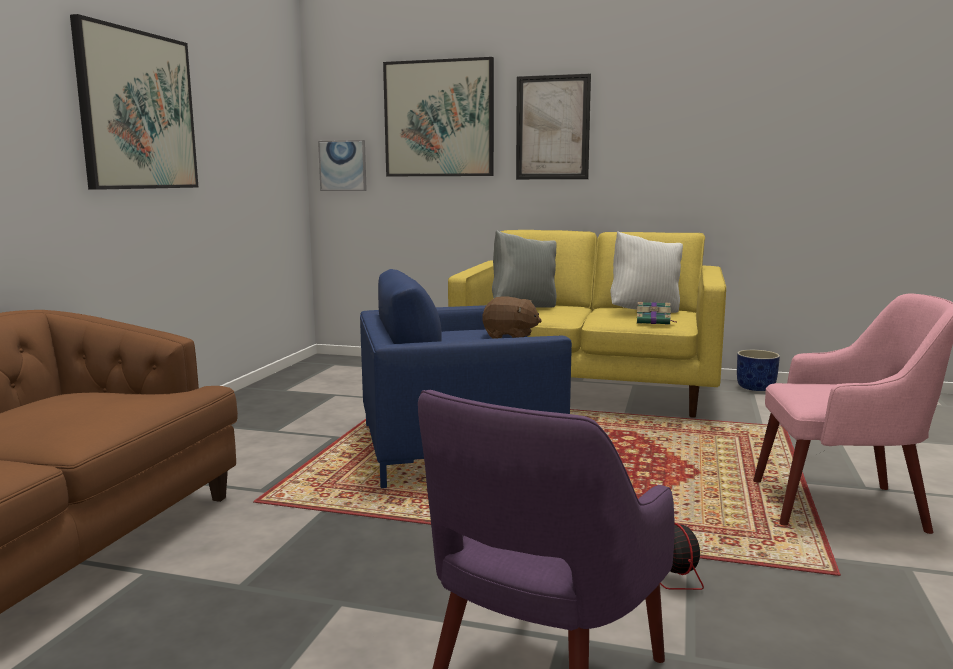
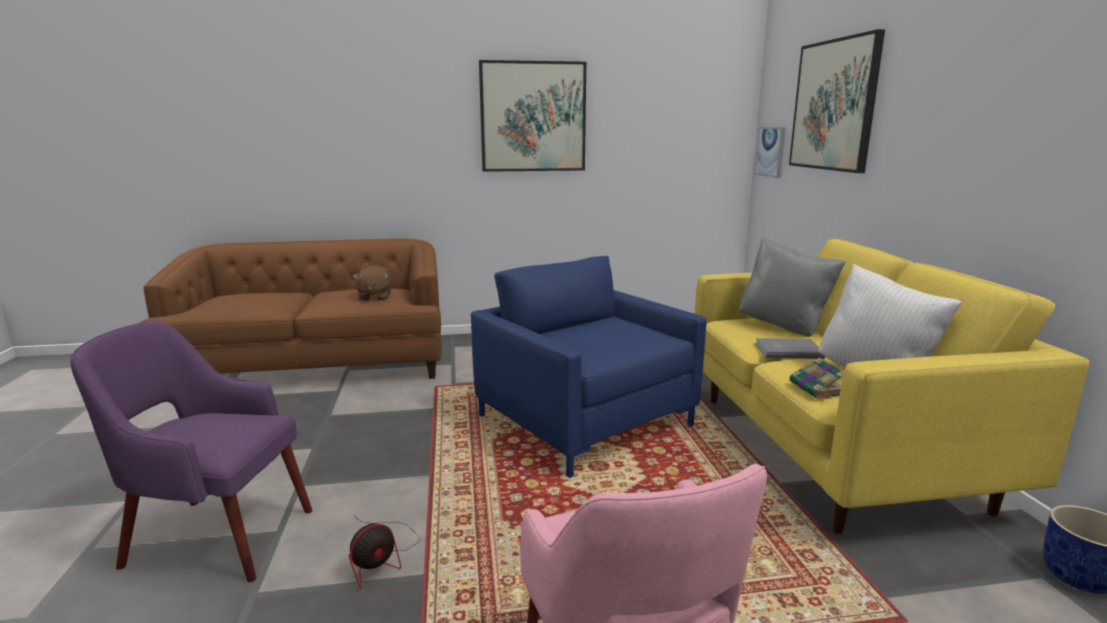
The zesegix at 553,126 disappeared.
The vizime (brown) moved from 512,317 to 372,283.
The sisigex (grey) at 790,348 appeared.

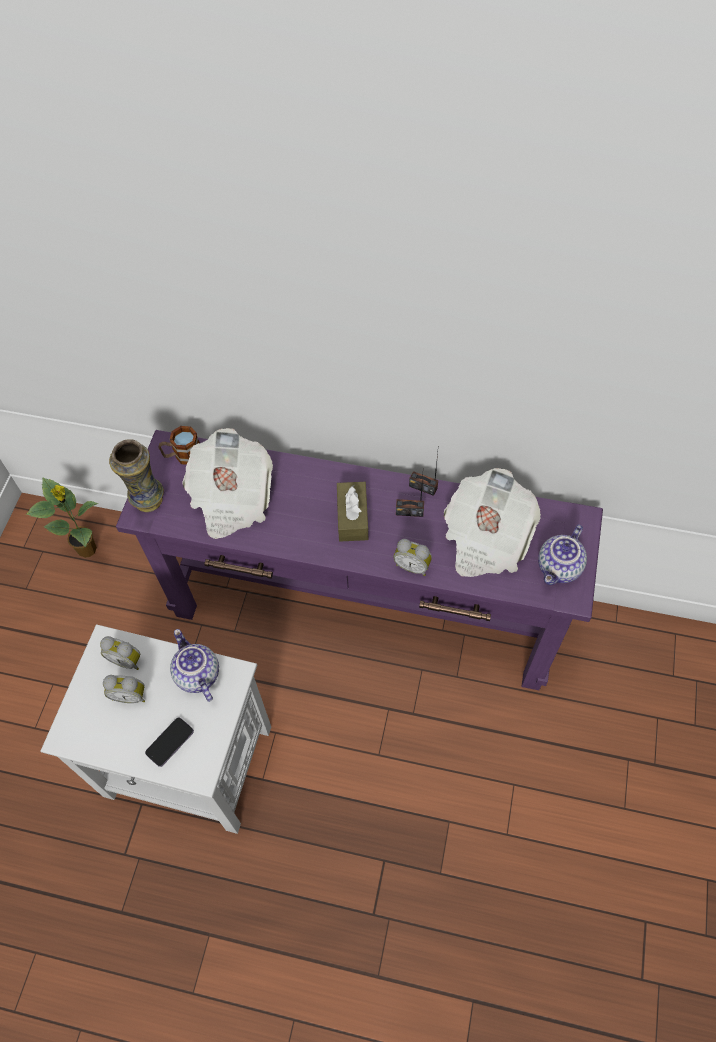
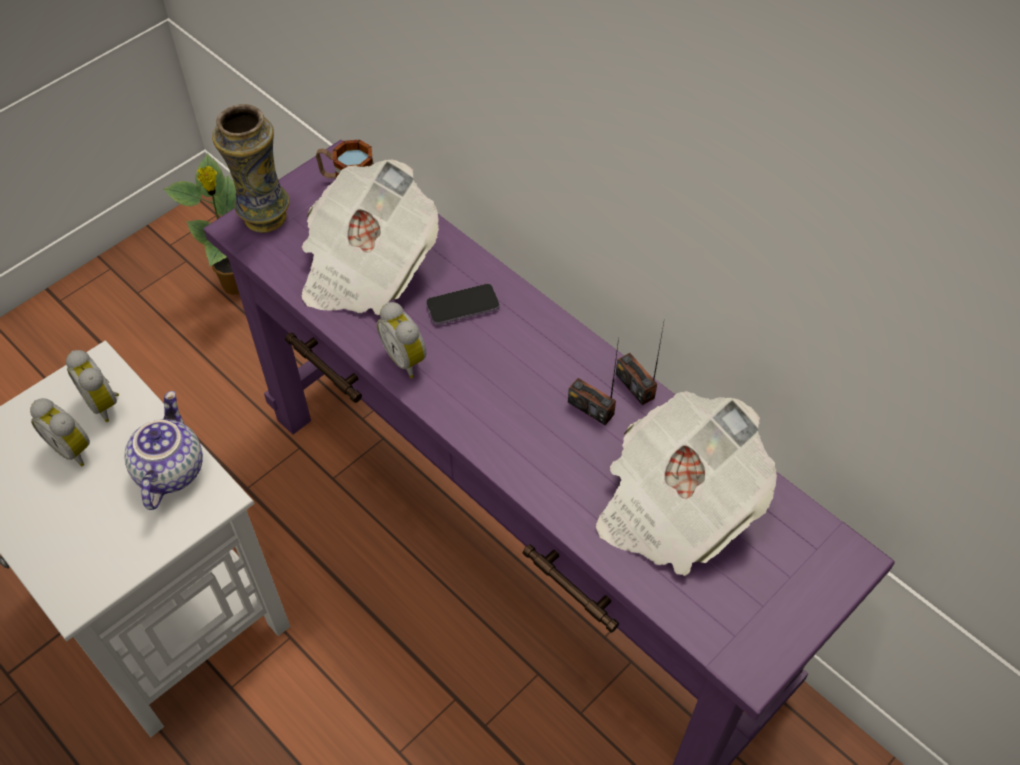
The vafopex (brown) at 352,511 disappeared.
The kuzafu at 562,555 disappeared.
The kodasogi moved from 412,557 to 401,340.
The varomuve moved from 169,742 to 463,304.

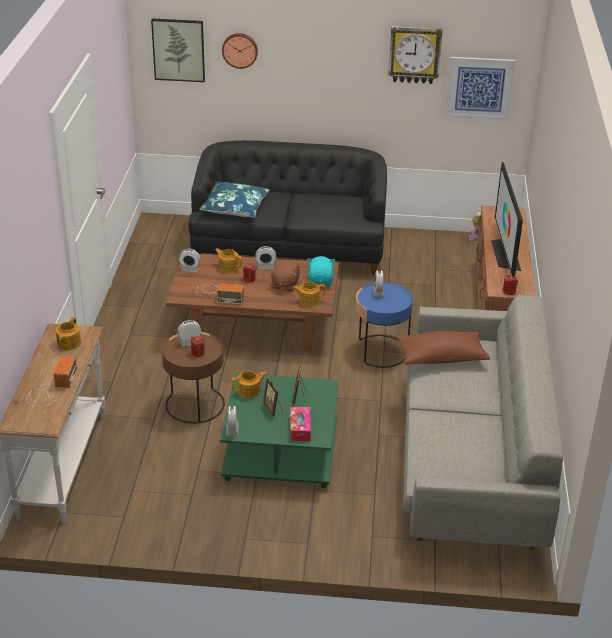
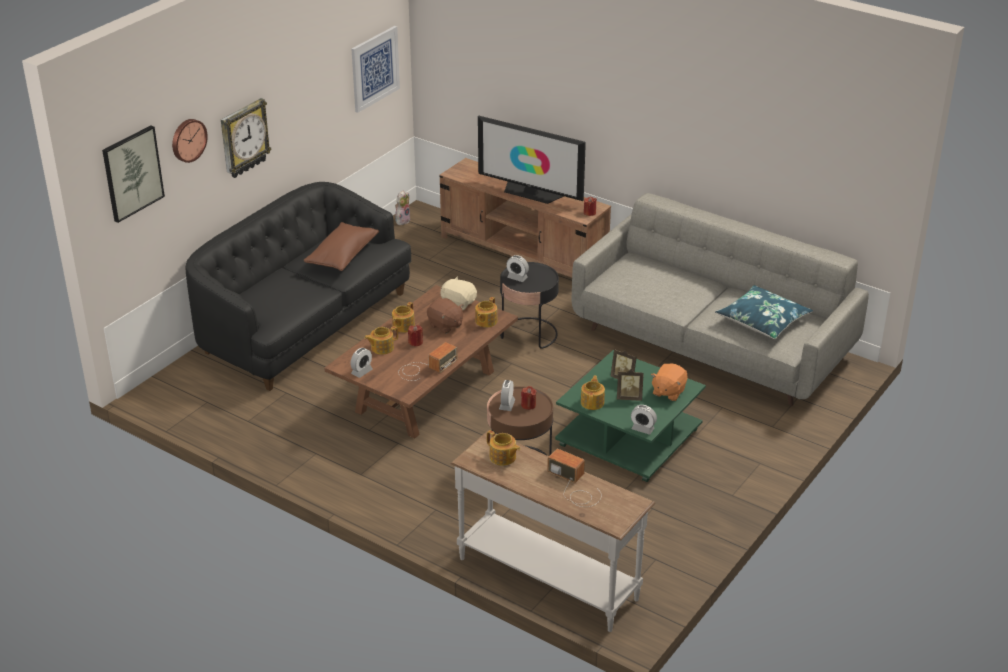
The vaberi moved from 415,55 to 246,138.
The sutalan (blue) moved from 234,200 to 764,312.
The kodasogi at 265,257 was replaced by the kuzafu at 403,317.
The vizime (turquoise) at 321,271 became the vizime (beige) at 459,293.
The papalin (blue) at 384,325 became the papalin (black) at 529,305.
The sutalan (brown) moved from 443,348 to 341,246.
The vafopex at 300,424 was replaced by the vizime (orange) at 669,382.

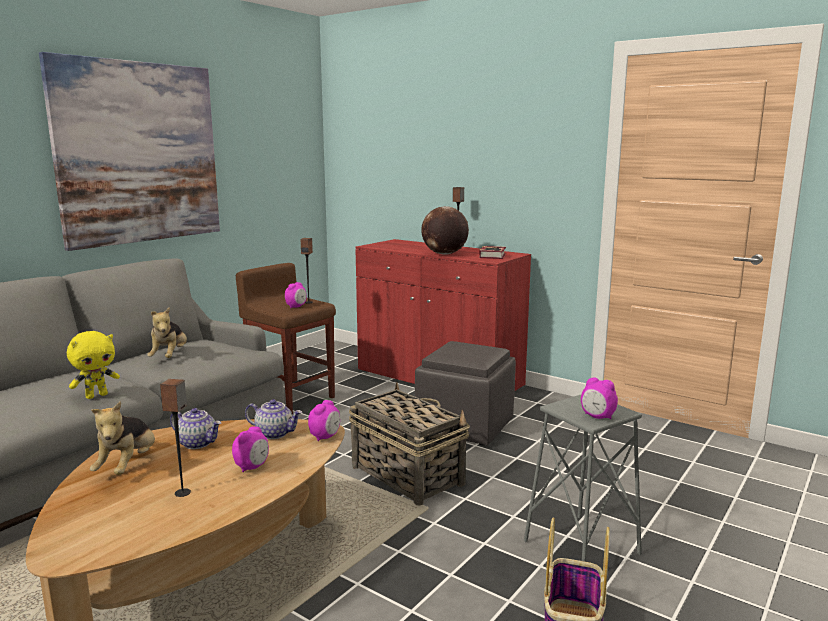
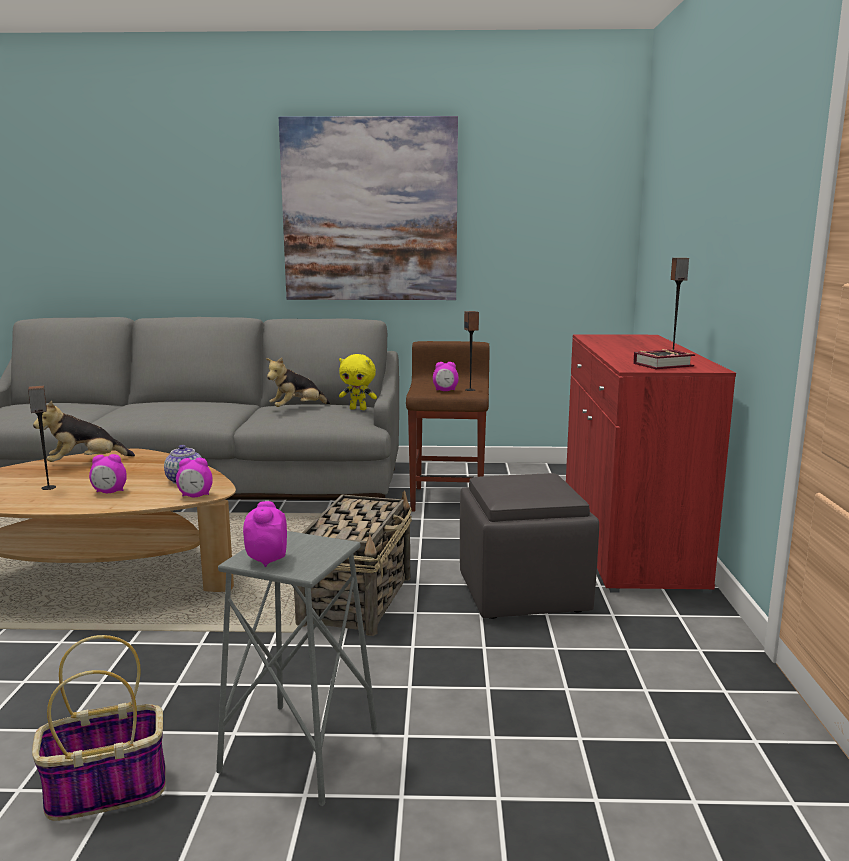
The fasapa at 445,230 disappeared.
The vizime (yellow) moved from 93,365 to 358,382.
The kuzafu at 195,428 disappeared.

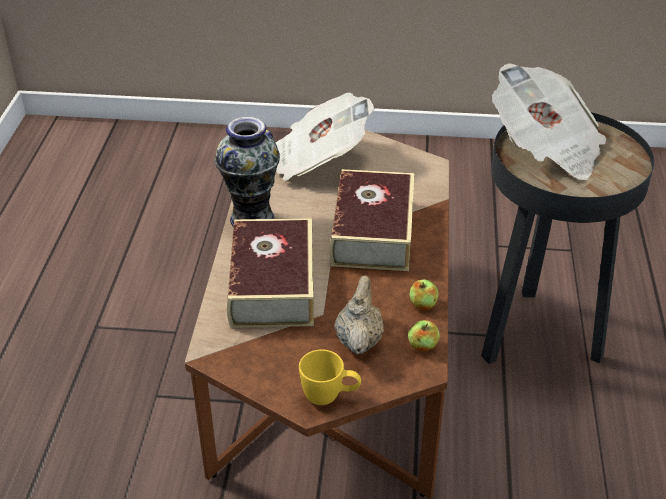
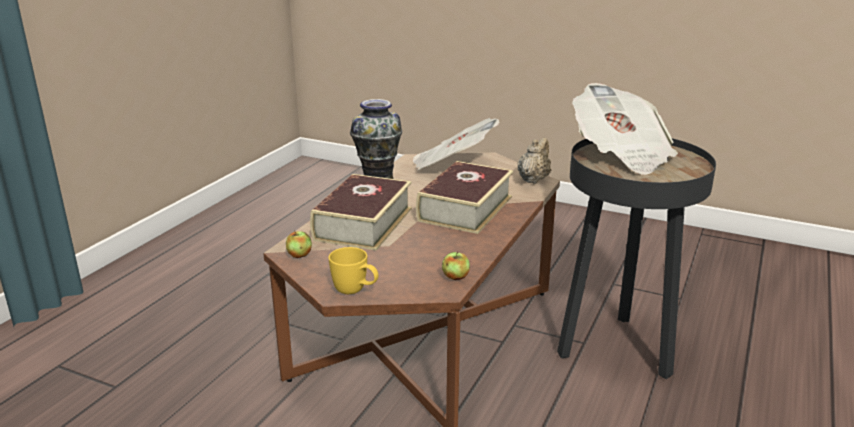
The kuzafu (beige) moved from 359,315 to 534,160.
The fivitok moved from 424,295 to 299,244.

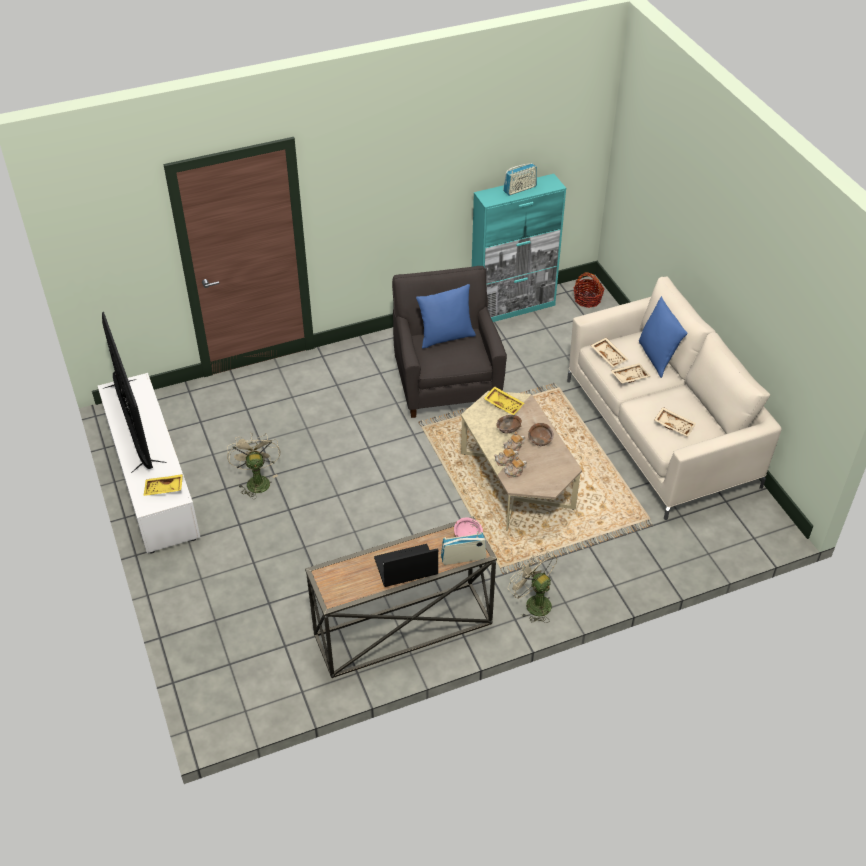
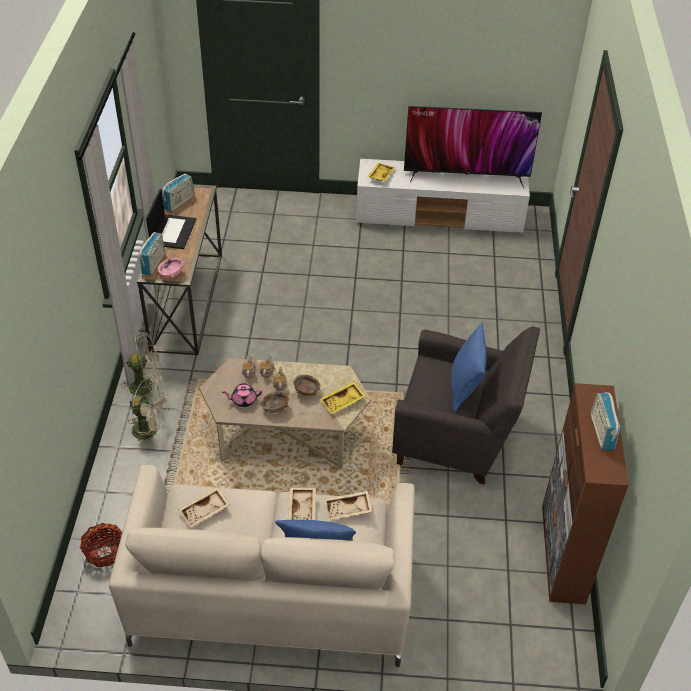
The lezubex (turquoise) at 519,248 became the lezubex (brown) at 585,493.
The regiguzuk moved from 589,290 to 101,545.
The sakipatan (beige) moved from 254,466 to 148,413.
The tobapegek at 178,193 appeared.
The kuzafu (pink) at 242,395 appeared.

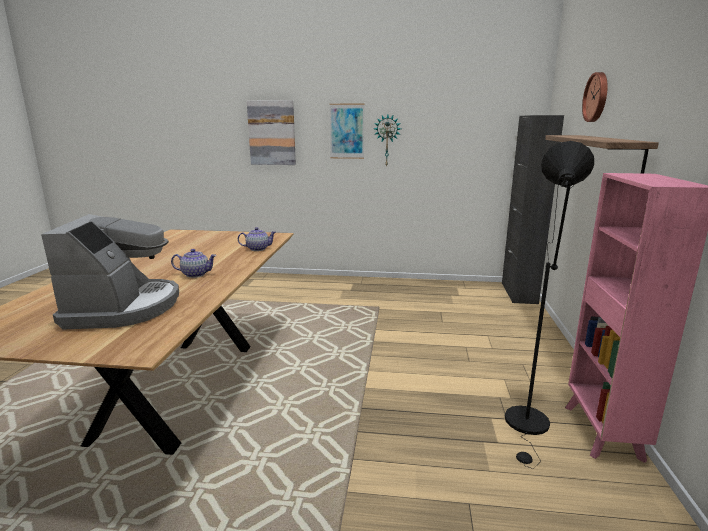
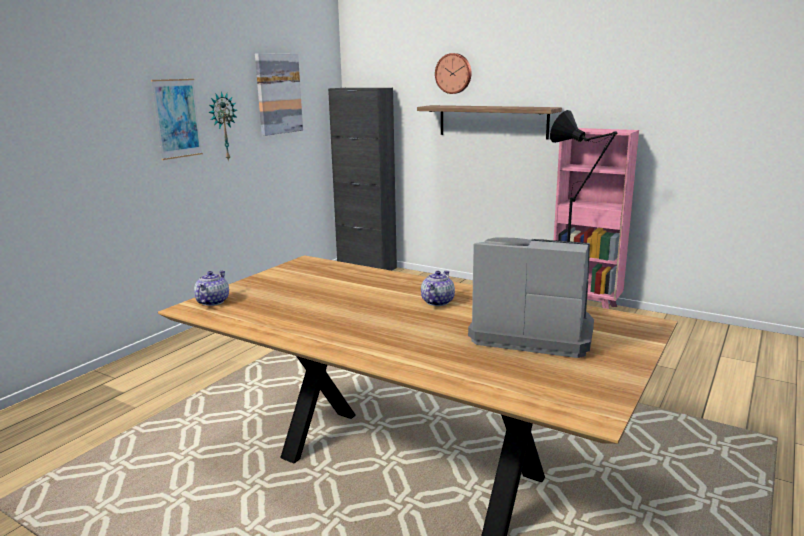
The zesegix moved from 271,132 to 279,94.
The kuzafu moved from 257,239 to 211,288.

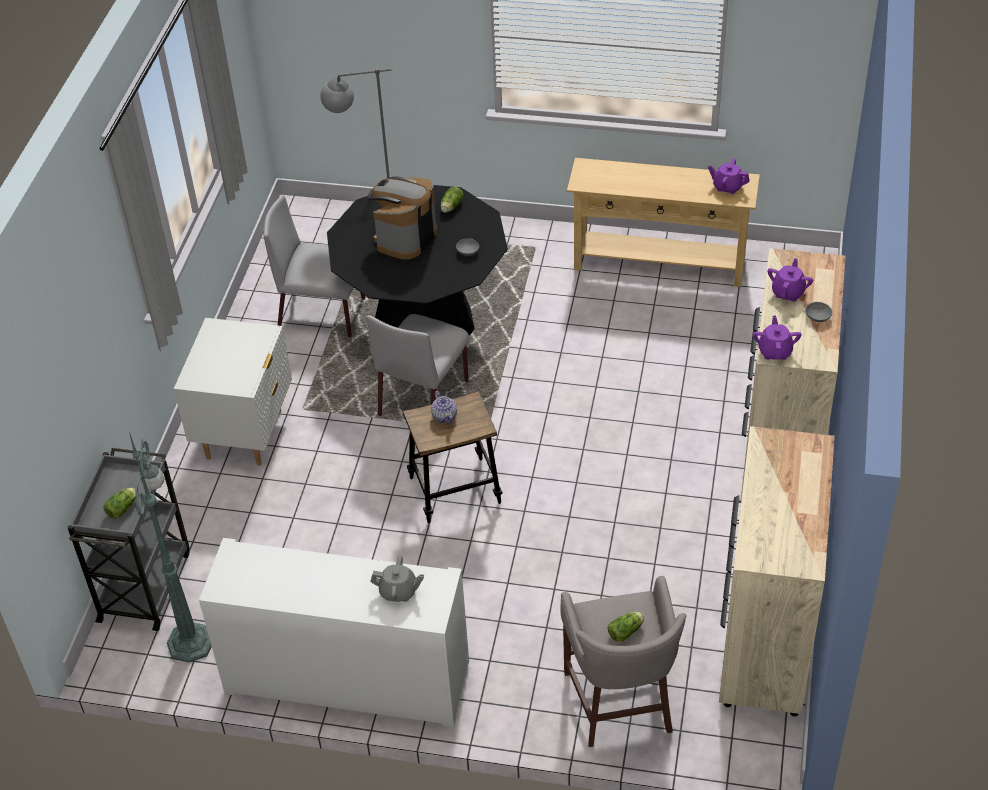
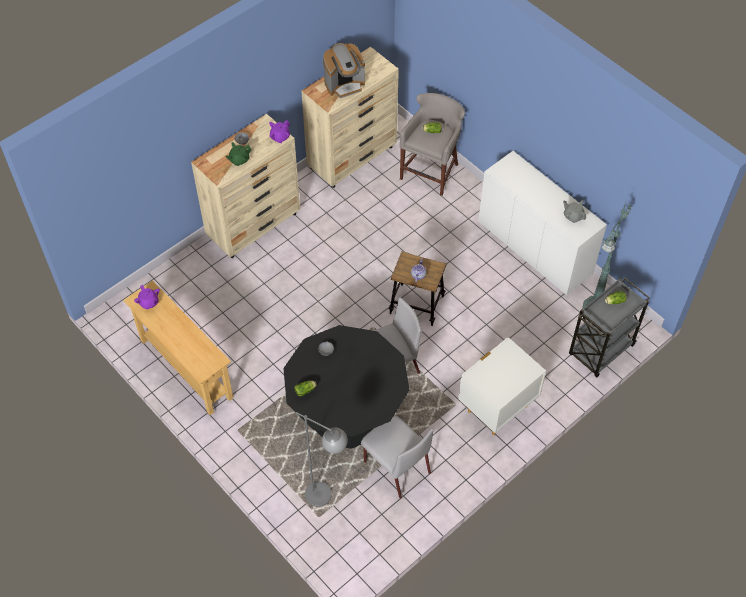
The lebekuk moved from 402,218 to 344,70.
The kuzafu (purple) at 790,280 became the kuzafu (green) at 238,154.
The kuzafu (grey) moved from 397,578 to 574,211.

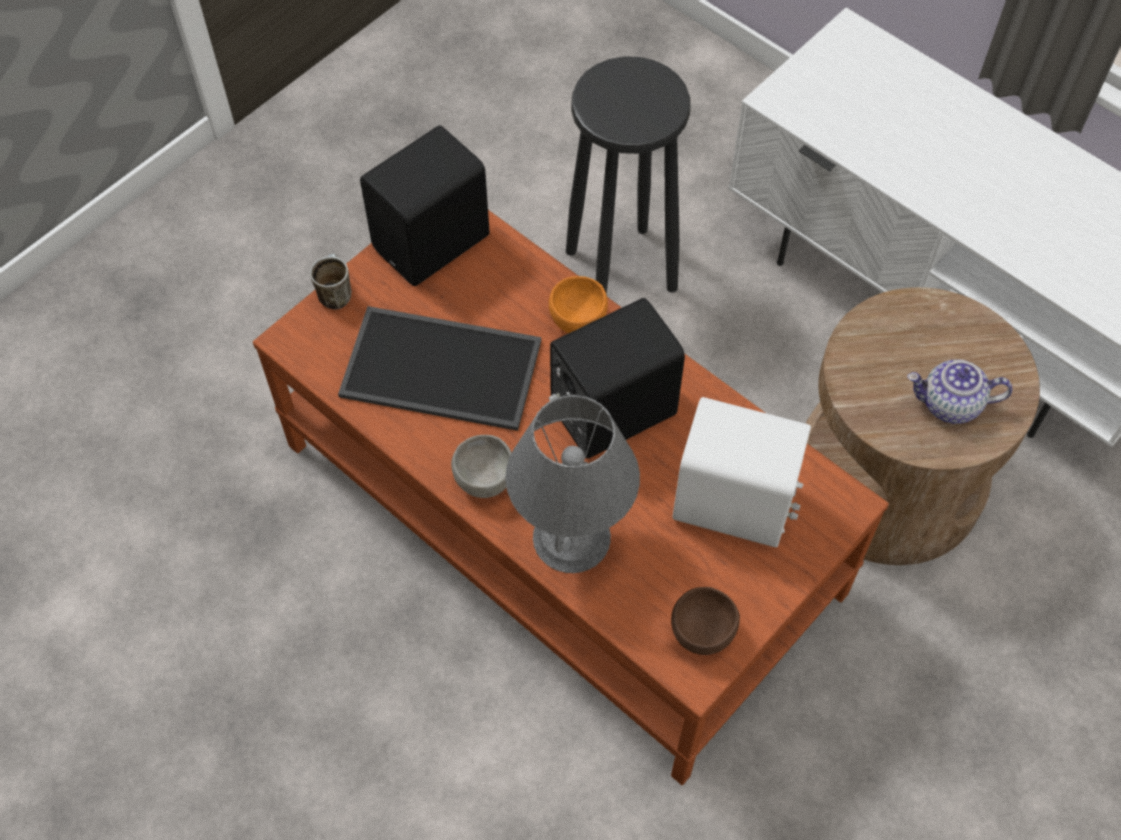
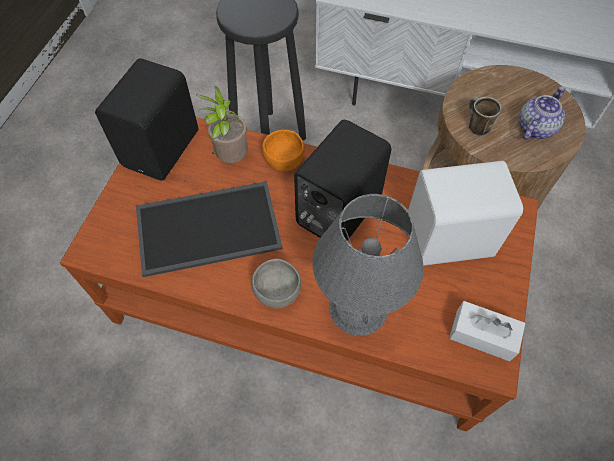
The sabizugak moved from 331,282 to 485,116.
The kuzafu at 959,391 turned 150 degrees clockwise.
The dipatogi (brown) at 705,621 was replaced by the vafopex (white) at 487,331.
The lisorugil at 221,124 appeared.

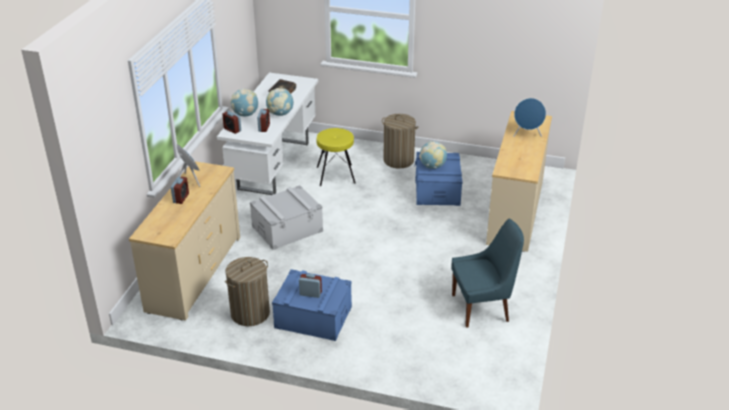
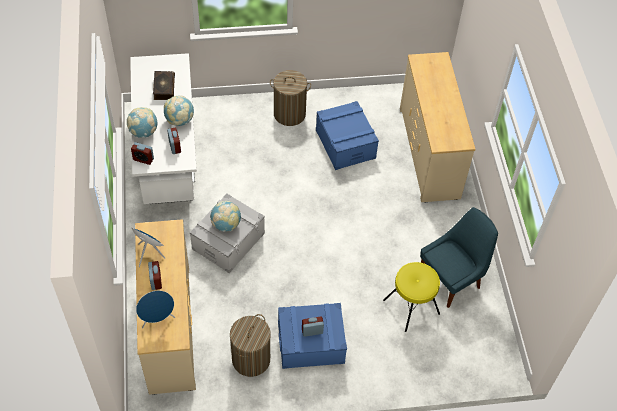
The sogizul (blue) moved from 529,117 to 155,309.
The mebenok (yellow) moved from 336,157 to 411,297.
The fasapa moved from 433,155 to 225,216.

